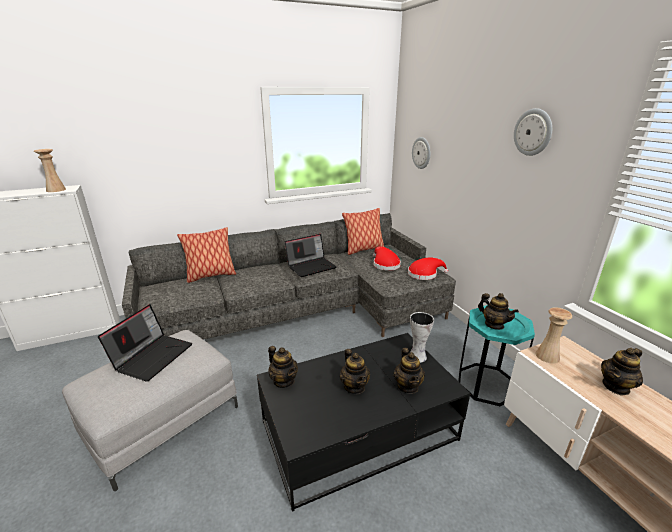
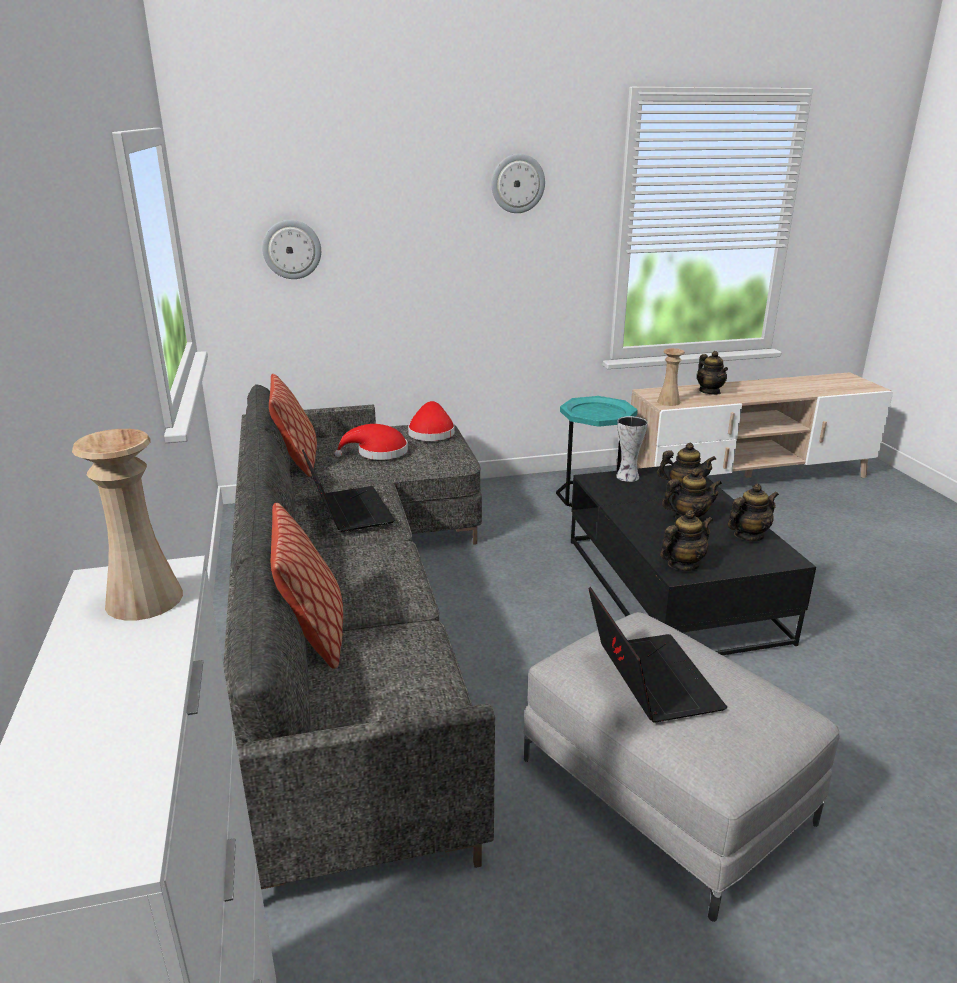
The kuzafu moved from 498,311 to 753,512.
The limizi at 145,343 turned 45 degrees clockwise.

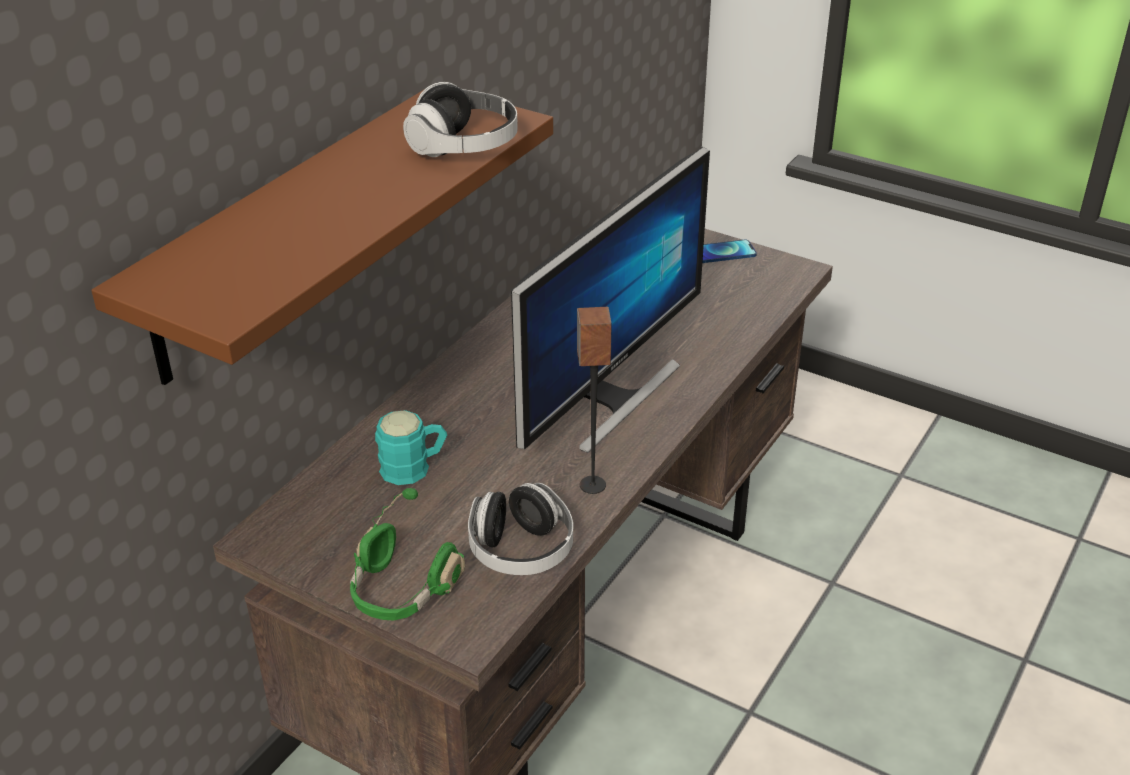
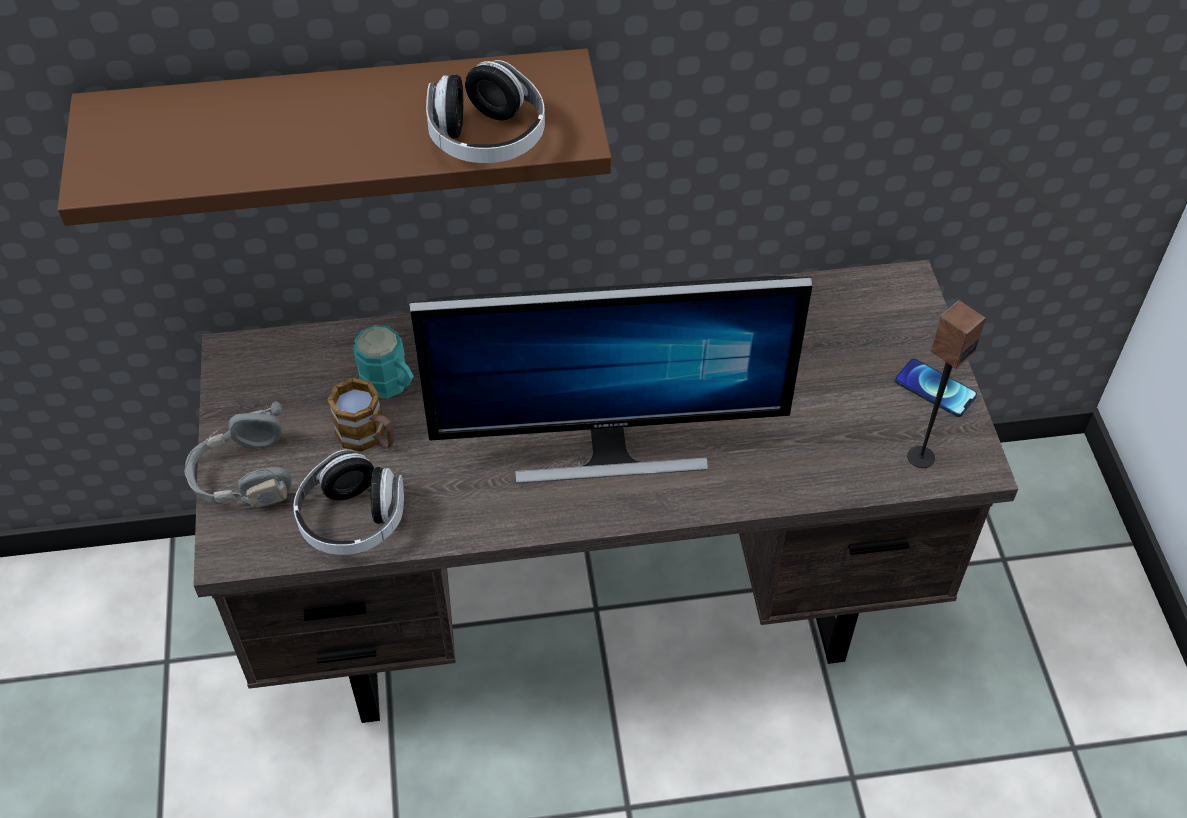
The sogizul moved from 594,400 to 946,384.
The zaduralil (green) at 407,554 became the zaduralil (grey) at 238,454.
The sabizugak at 361,415 appeared.

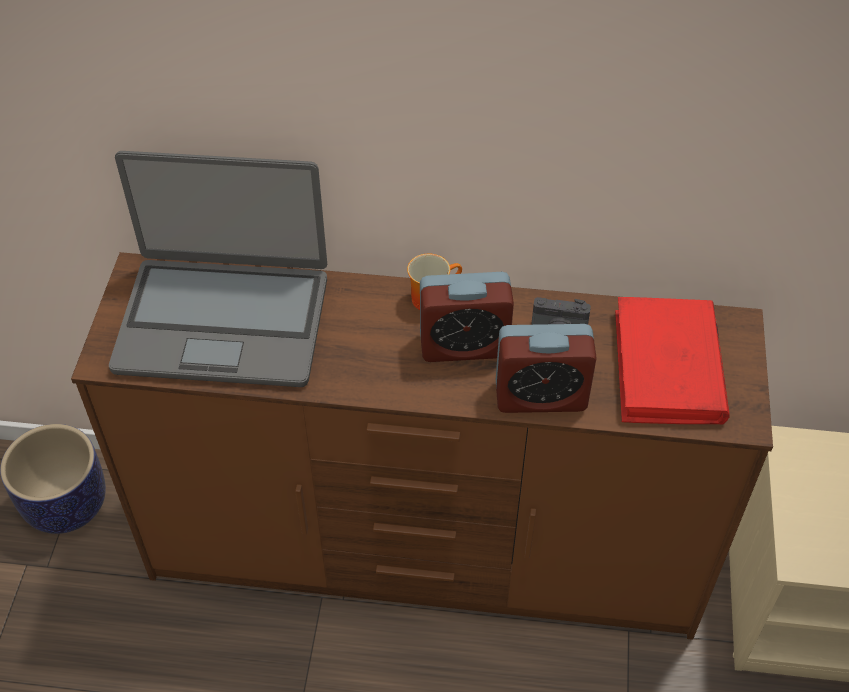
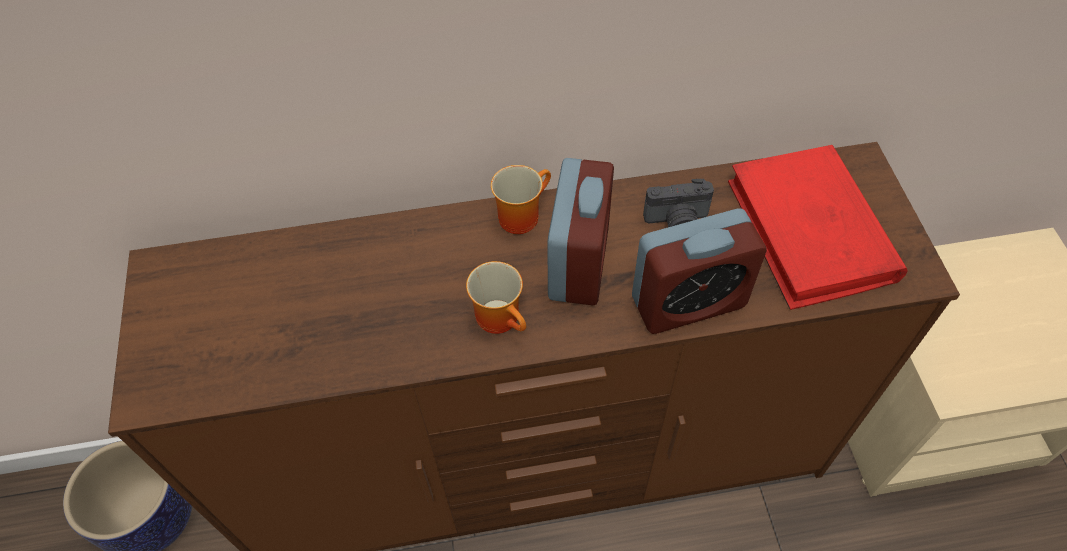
The limizi at 218,269 disappeared.
The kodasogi at 467,317 turned 60 degrees counterclockwise.
The sabizugak at 496,297 appeared.

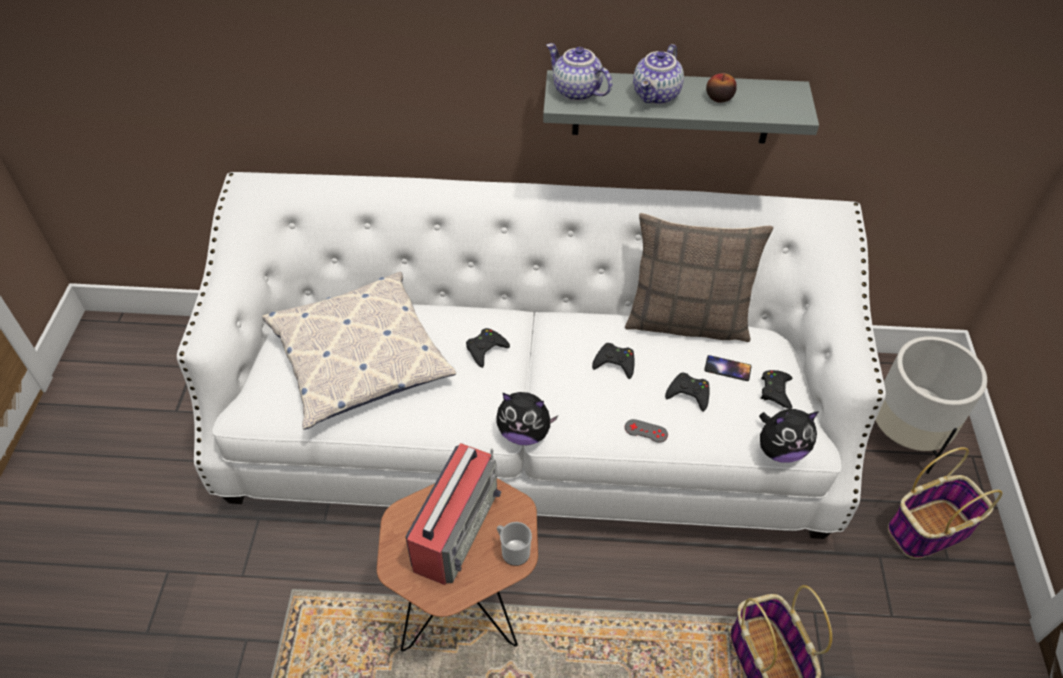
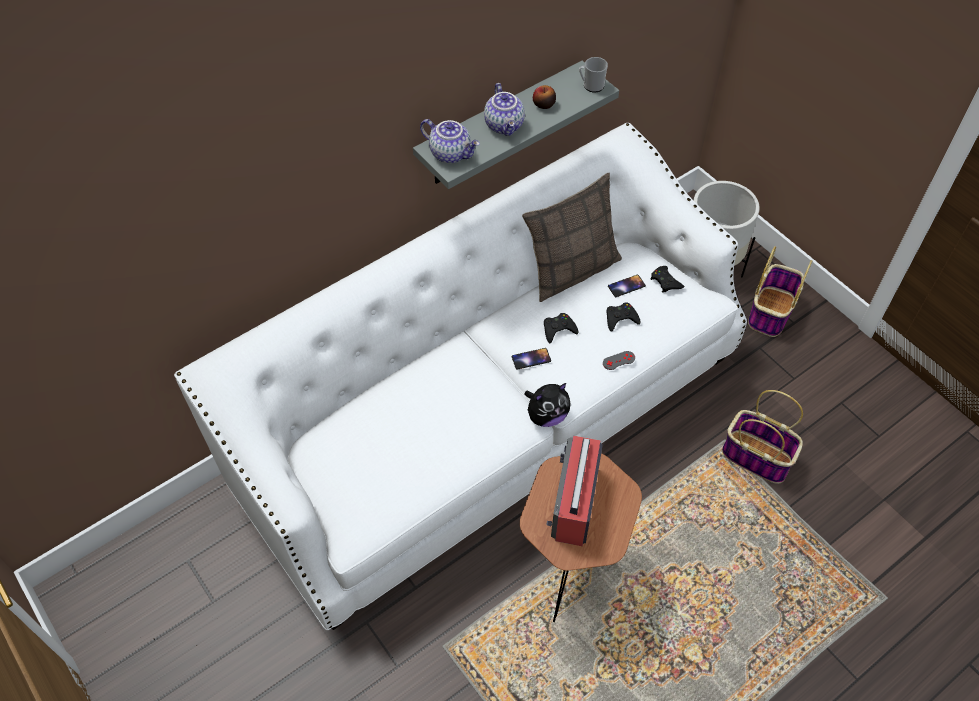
The kuzafu at 579,72 turned 150 degrees counterclockwise.
The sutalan at 359,350 disappeared.
The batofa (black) at 488,348 disappeared.
The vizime at 789,436 disappeared.
The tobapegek at 453,514 turned 150 degrees counterclockwise.
The sabizugak moved from 514,544 to 593,74.
The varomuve at 531,359 appeared.

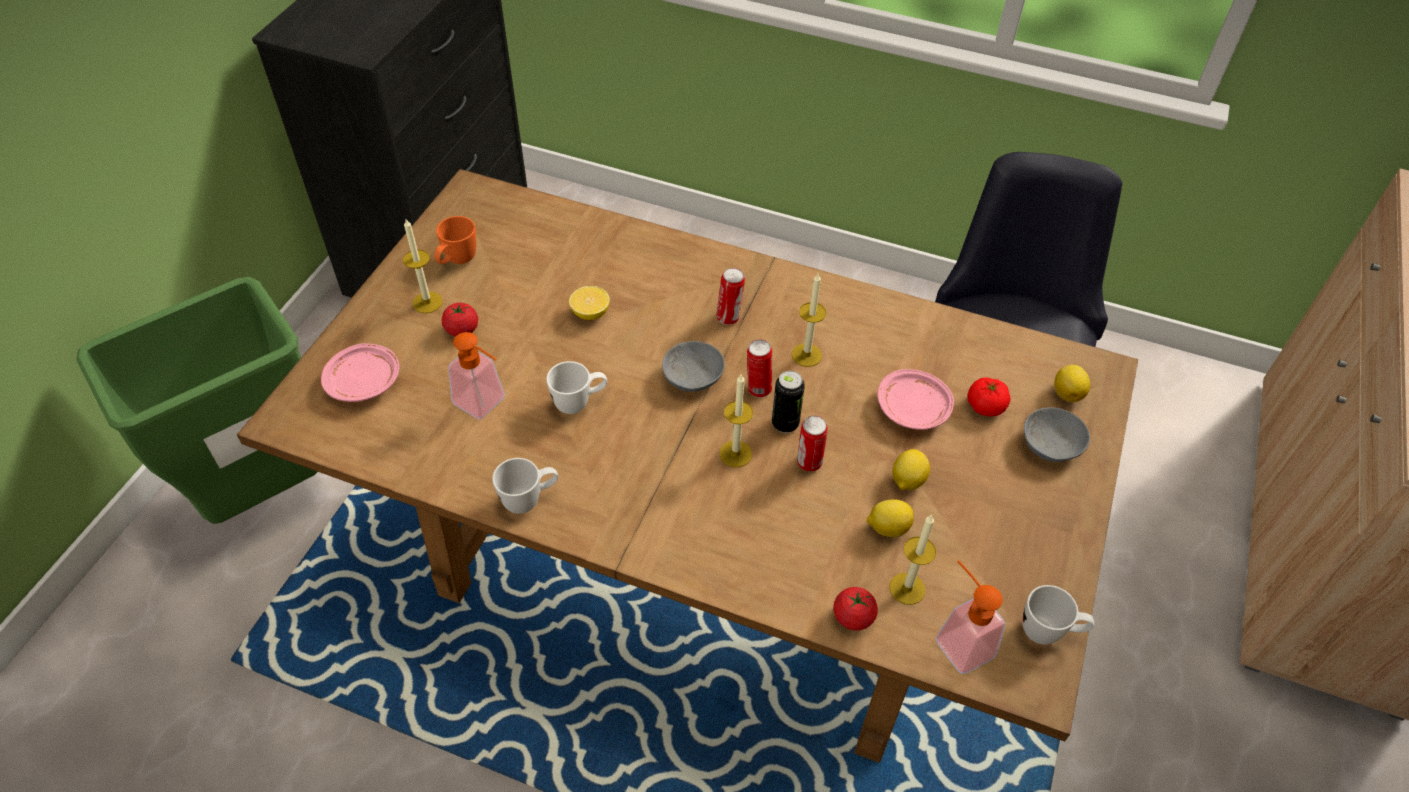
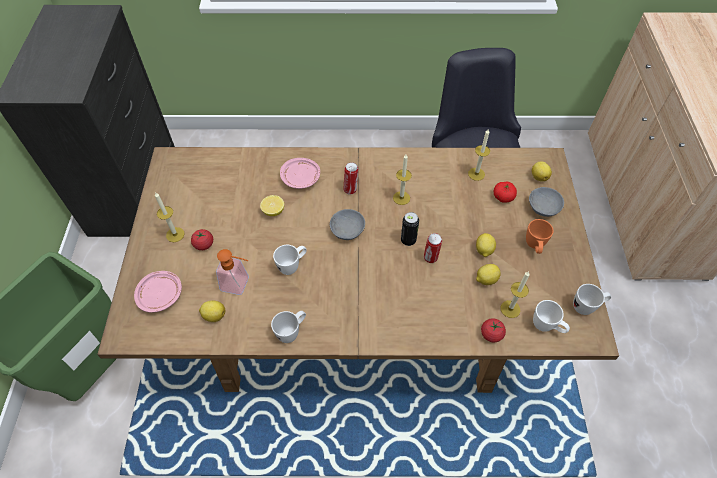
The sabizugak (orange) moved from 455,240 to 539,236.
The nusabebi at 759,368 disappeared.
The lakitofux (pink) moved from 915,399 to 300,173.
The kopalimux moved from 736,421 to 479,155.
The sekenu at 970,617 was replaced by the sabizugak (white) at 551,316.
The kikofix at 212,311 appeared.

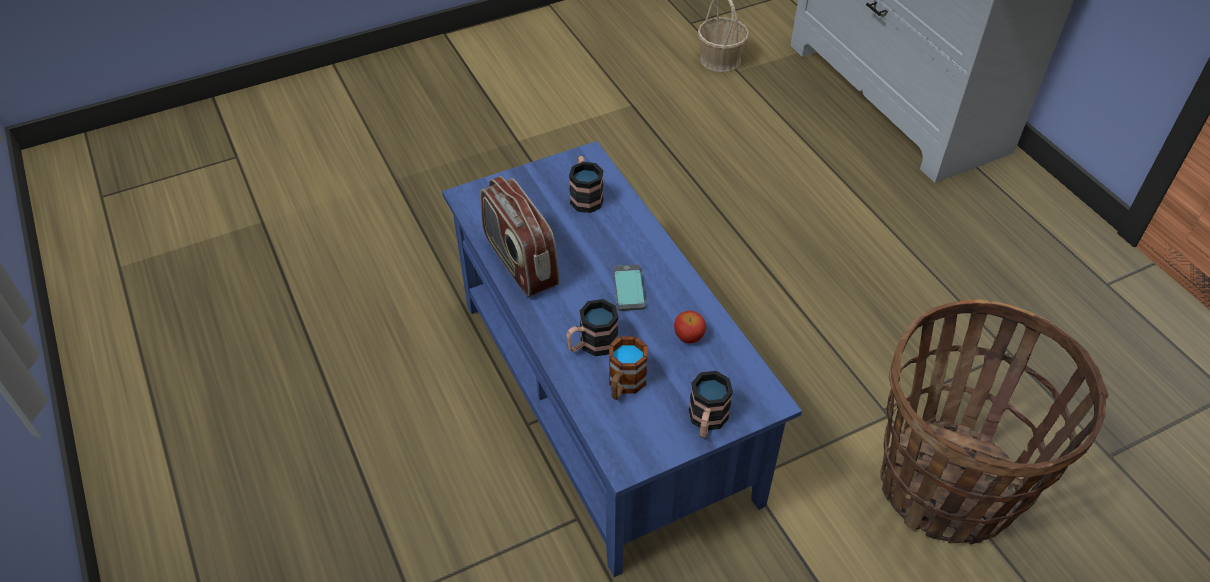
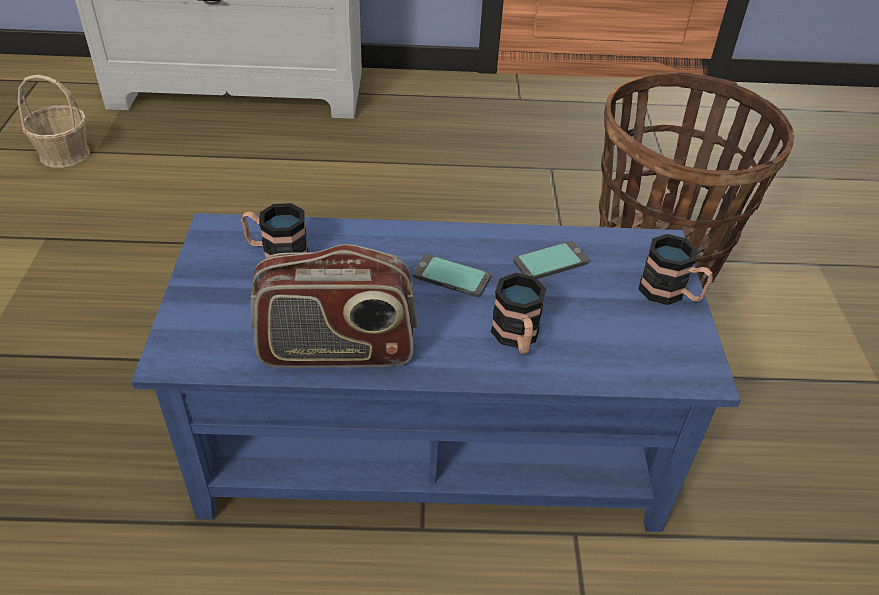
The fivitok at 690,327 was replaced by the varomuve at 551,260.
The sabizugak at 628,368 disappeared.

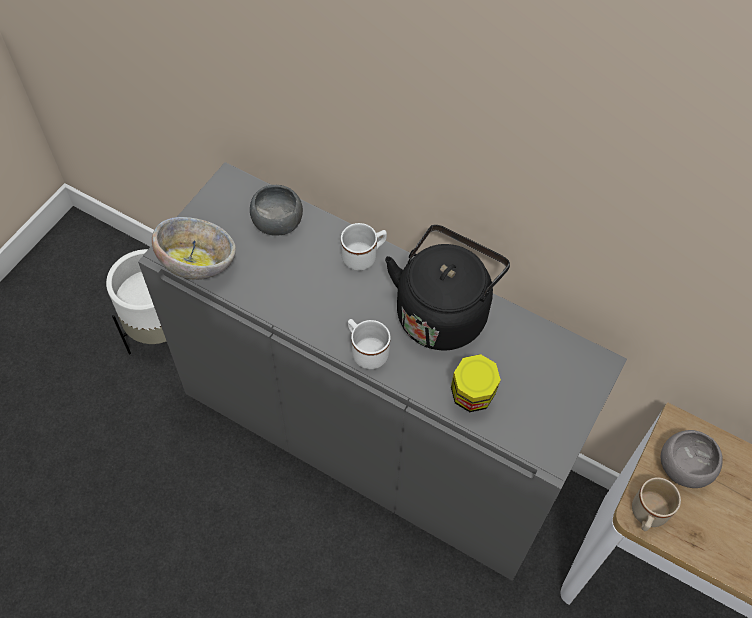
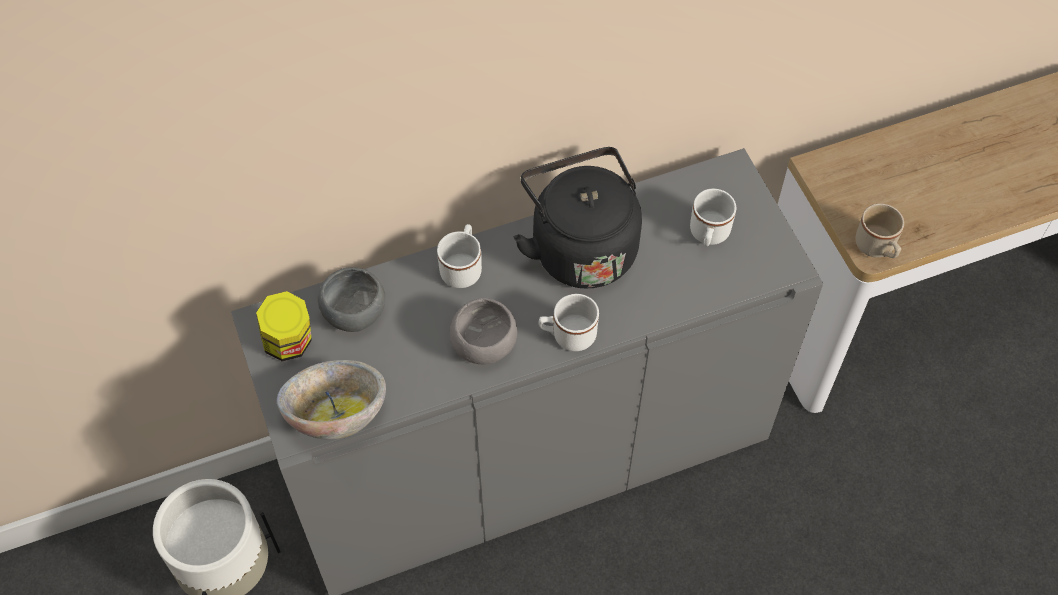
The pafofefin moved from 476,383 to 284,326.
The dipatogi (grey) moved from 692,459 to 483,331.
The sabizugak (white) at 713,217 appeared.

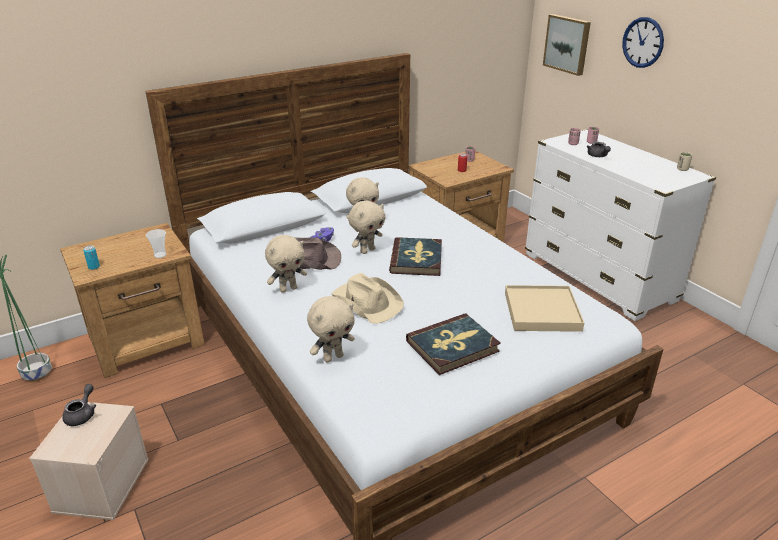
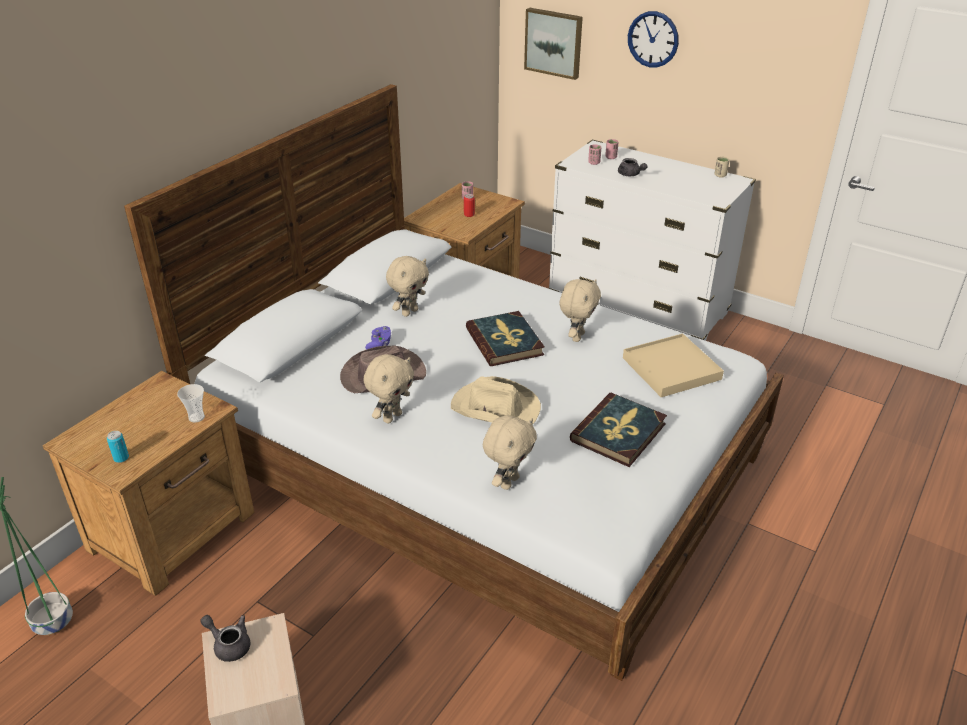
The vizime (beige) moved from 366,227 to 580,310.
The kuzafu (grey) at 79,405 turned 45 degrees counterclockwise.

